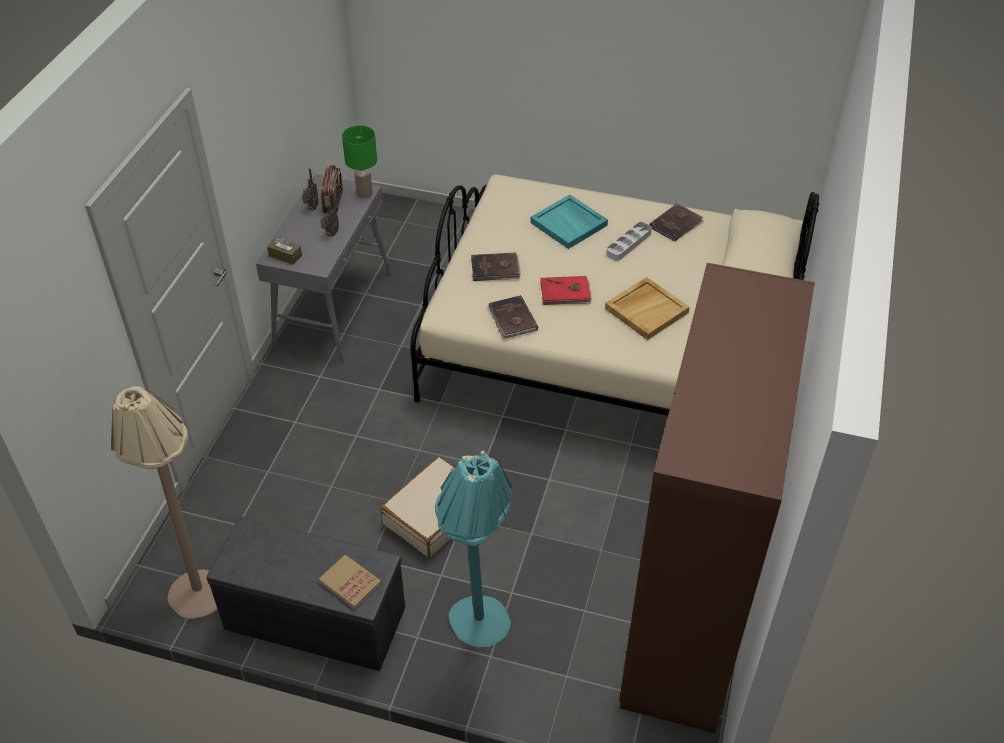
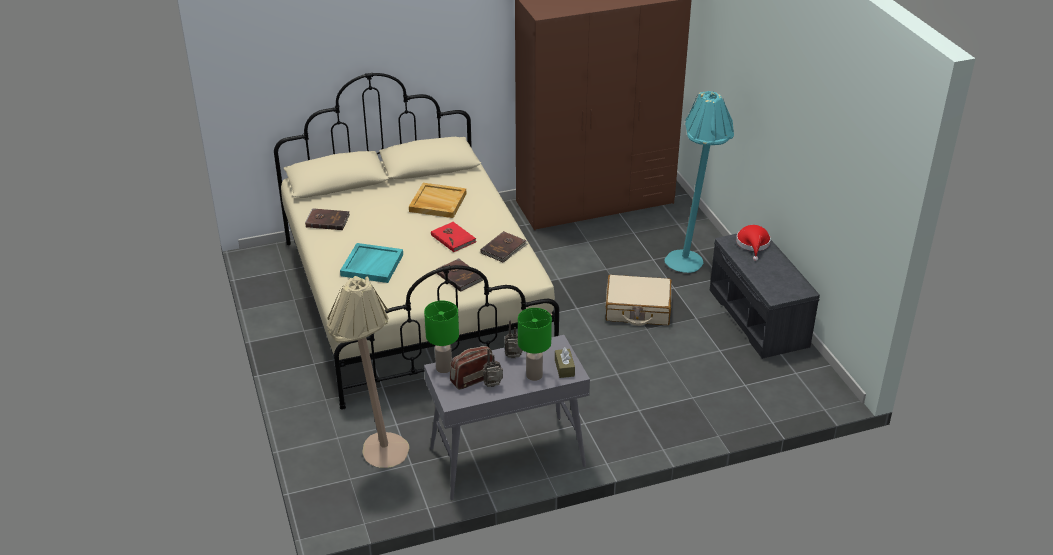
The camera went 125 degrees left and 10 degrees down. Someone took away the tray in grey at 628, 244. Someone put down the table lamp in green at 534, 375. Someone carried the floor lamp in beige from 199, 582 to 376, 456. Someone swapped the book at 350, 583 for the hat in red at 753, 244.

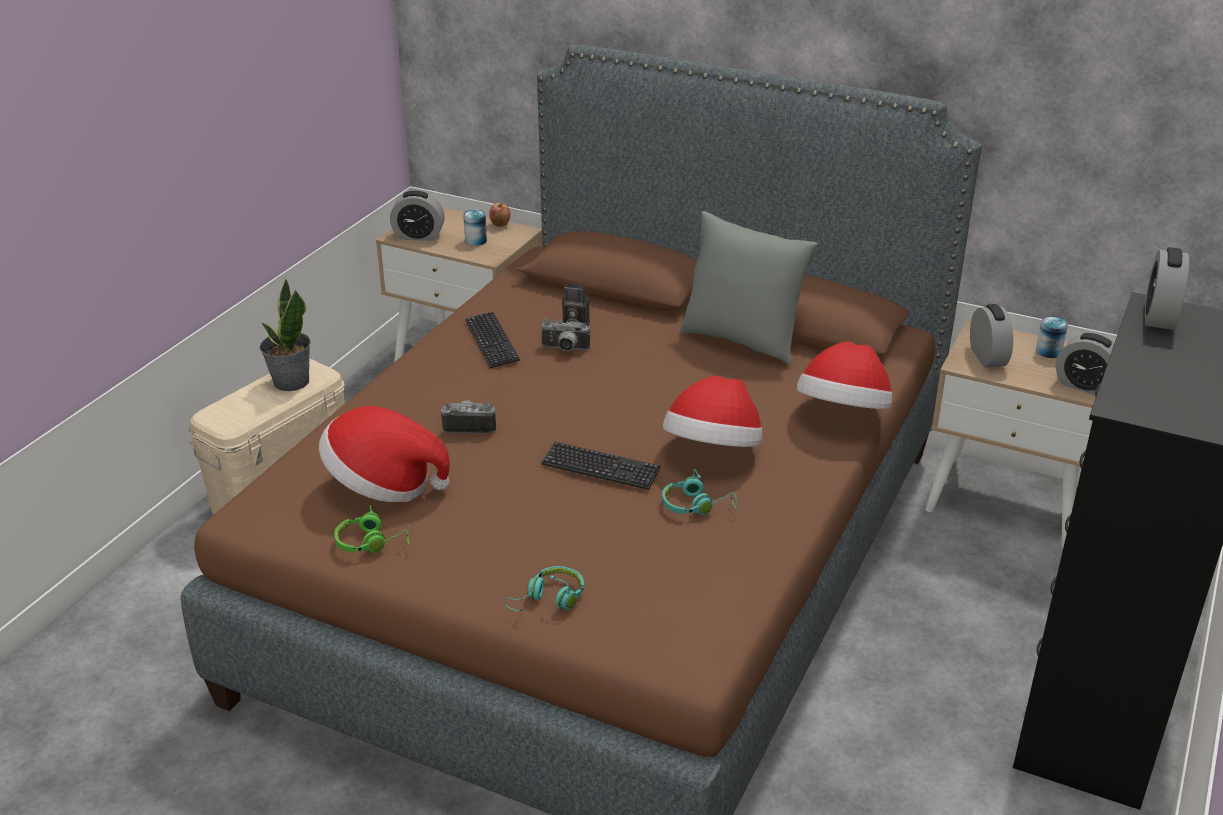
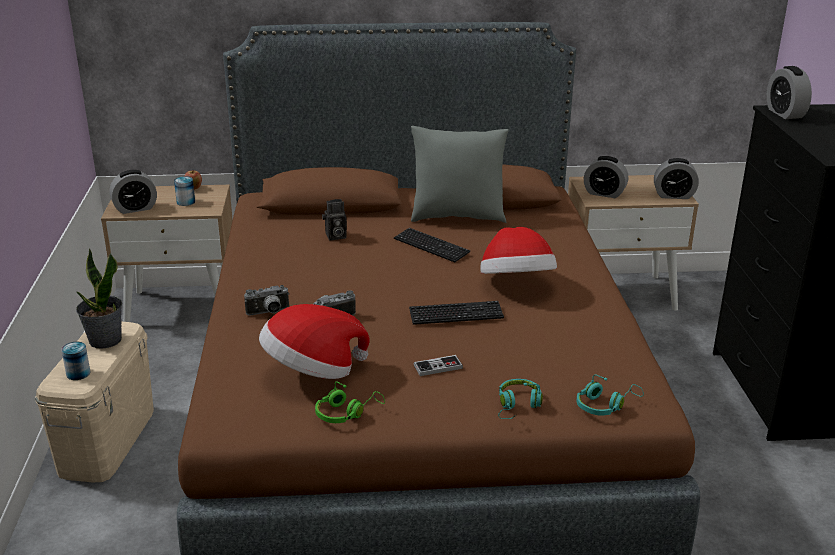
The camera went 30 degrees left and 5 degrees down. Someone took away the hat at 843, 414. Someone put down the game controller at 438, 367. Someone carried the keyboard from 491, 341 to 431, 246. Someone carried the photo camera from 564, 349 to 269, 313. Someone carried the headphones in turquoise from 696, 505 to 605, 405. Someone carried the can from 1048, 351 to 78, 373. Someone rotated the alarm clock at 987, 357 by 150 degrees clockwise.

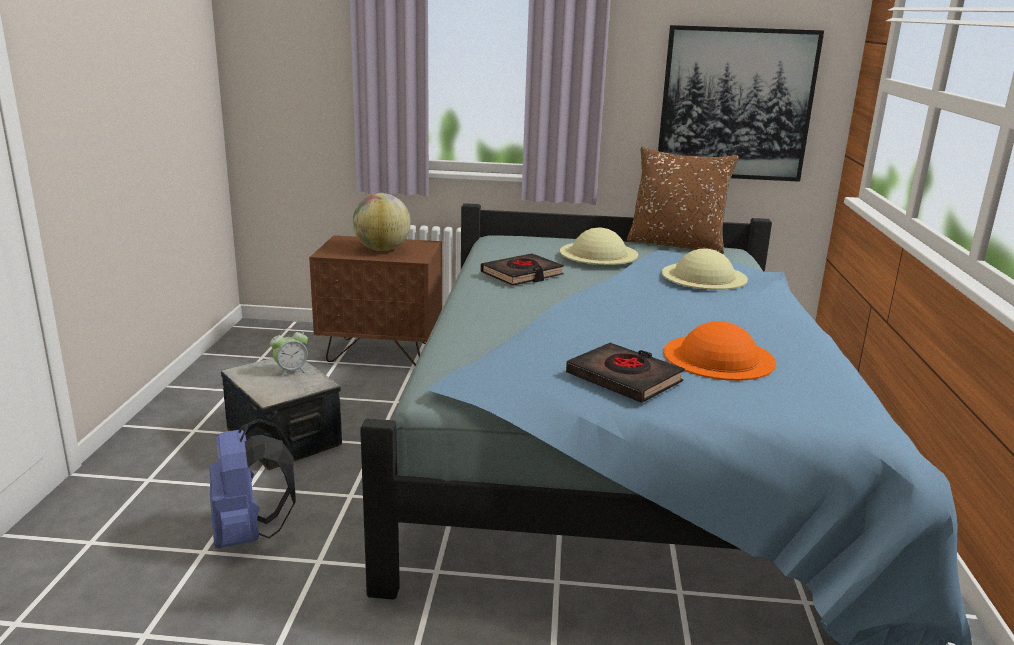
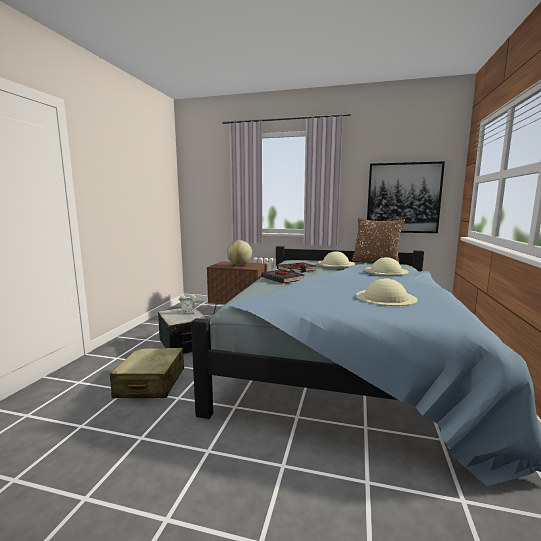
The camera went 10 degrees right and 10 degrees down. Someone carried the book in black from 624, 379 to 282, 279. Someone swapped the backpack in blue at 249, 534 for the suitcase in beige at 150, 383. Someone repainted the hat in orange at 719, 357, which became the hat in beige at 386, 297.

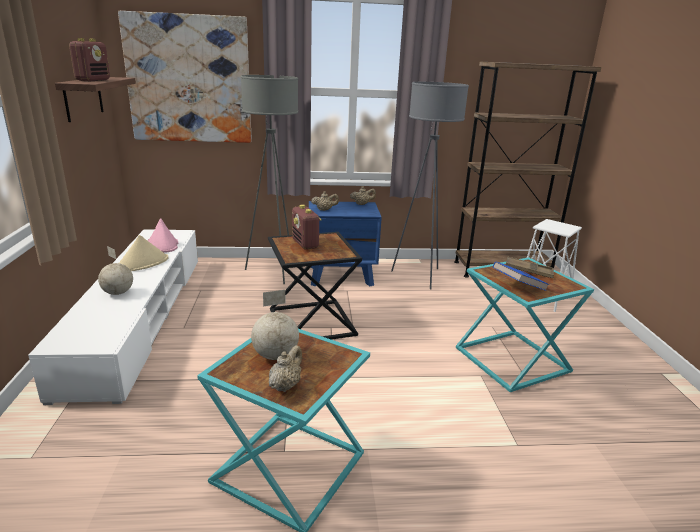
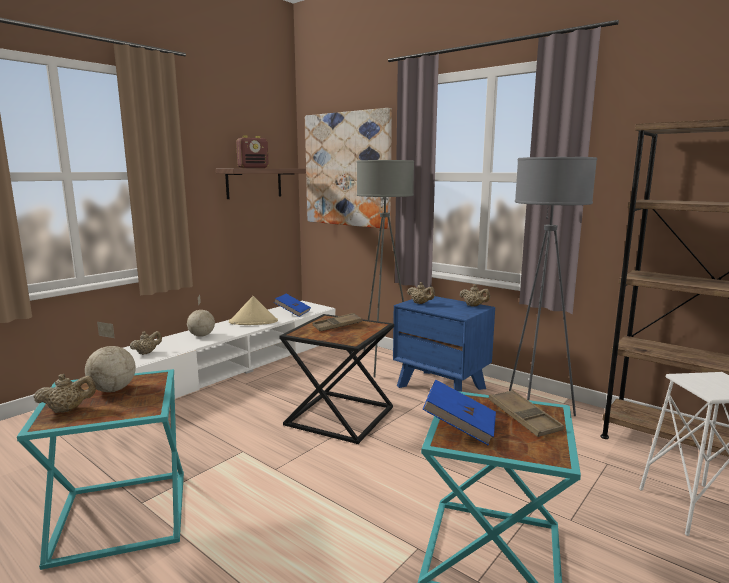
The camera went 45 degrees right and 10 degrees down. Someone put down the teapot in beige at 147, 353. Someone swapped the hat in pink at 163, 244 for the book in blue at 292, 312. Someone swapped the radio at 305, 244 for the tray in brown at 337, 326.

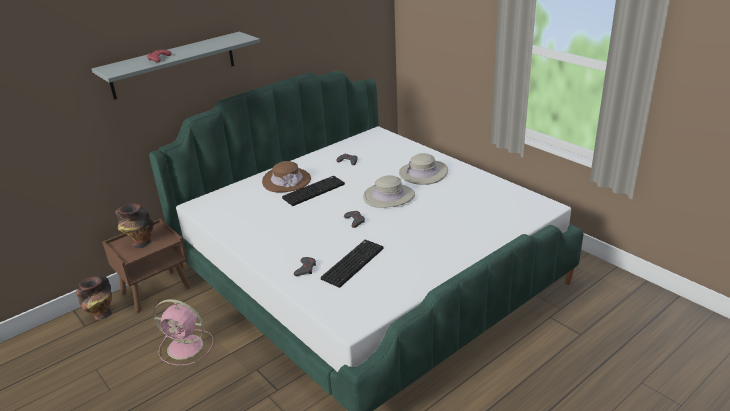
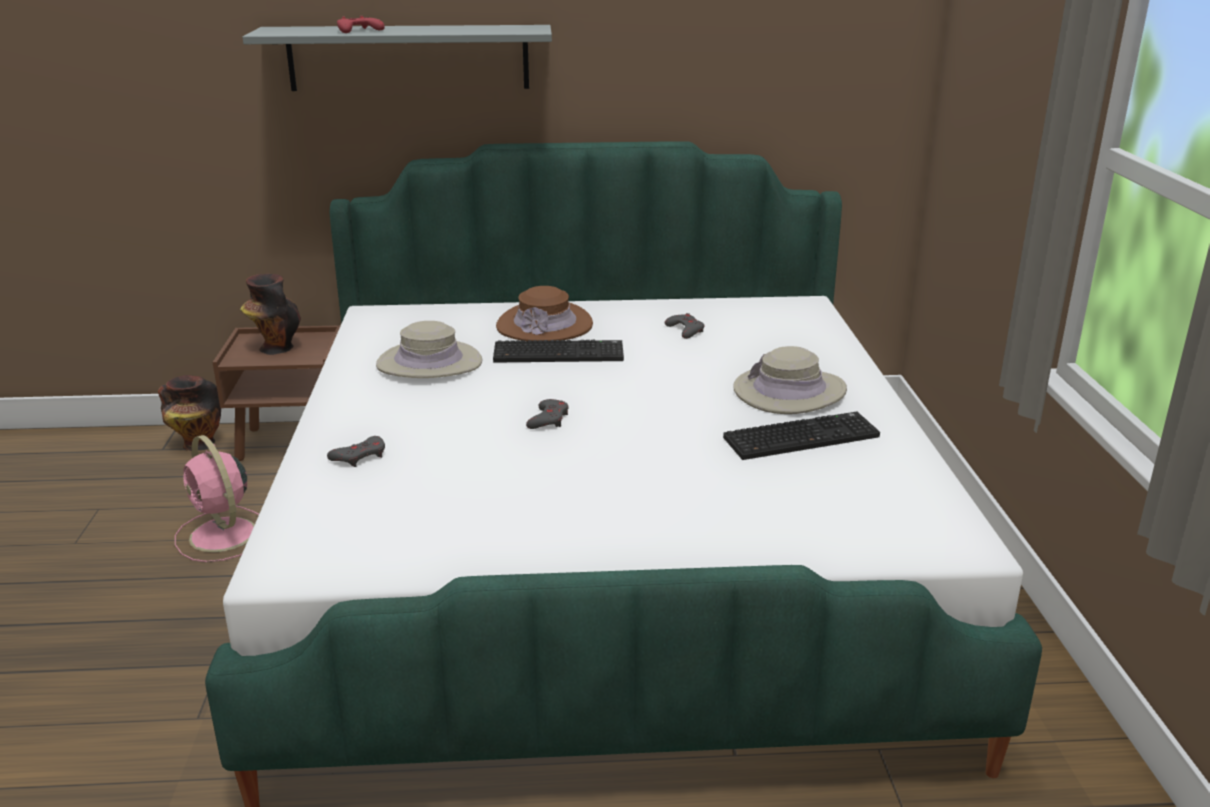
The camera went 35 degrees right and 5 degrees down. Someone carried the keyboard from 352, 263 to 801, 436. Someone carried the hat in beige from 389, 196 to 429, 363.

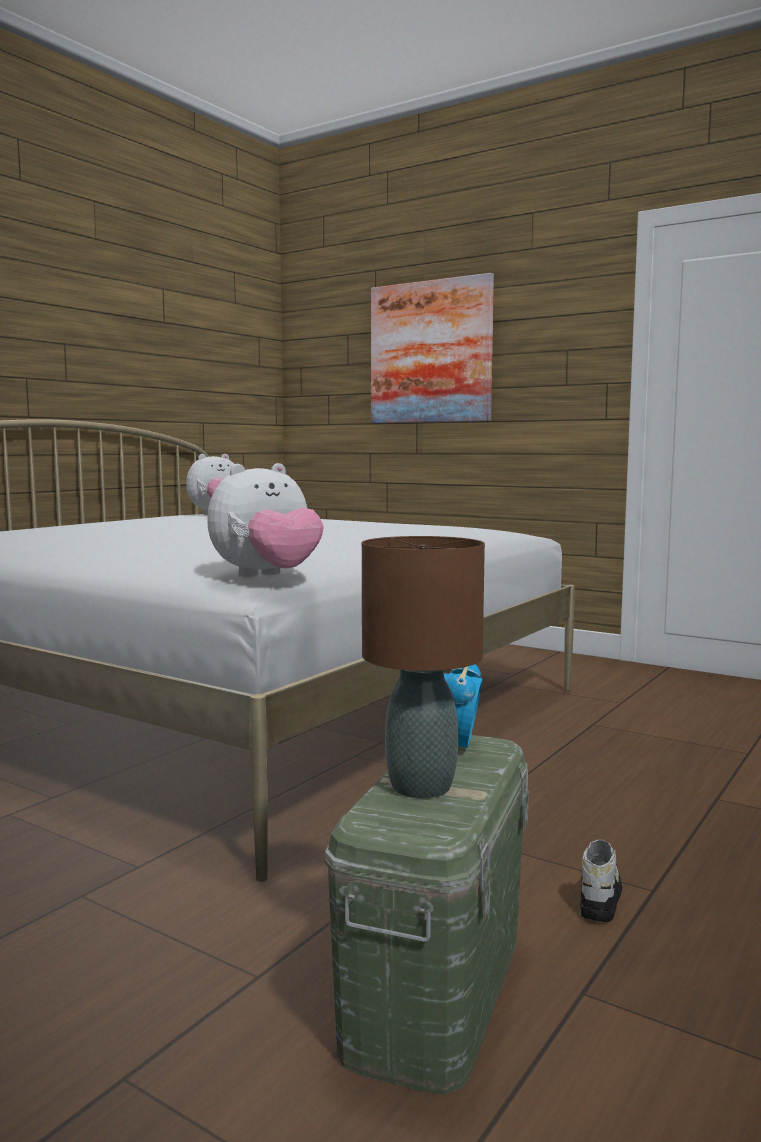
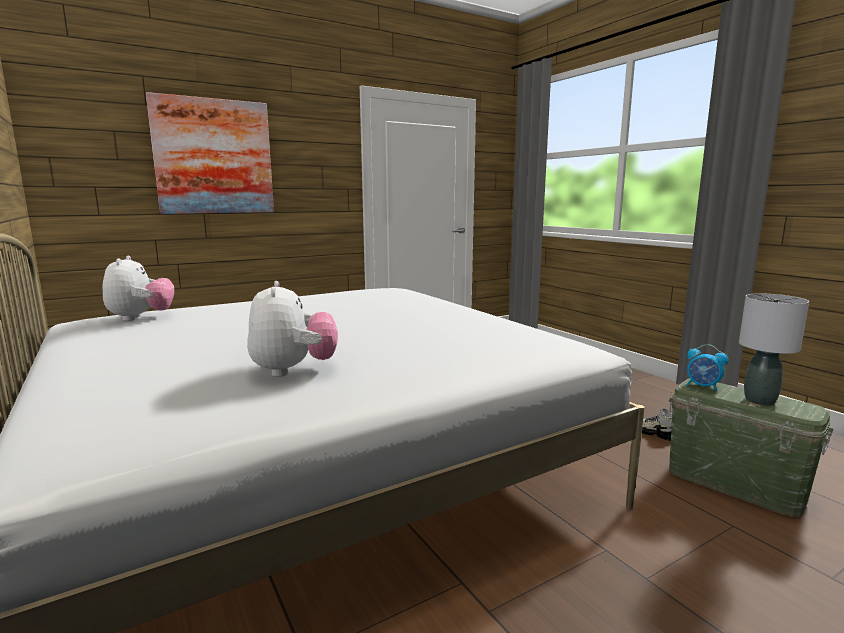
The camera went 65 degrees left and 5 degrees up. Someone carried the plush toy from 267, 577 to 293, 370. Someone repainted the table lamp in brown at 421, 786, which became the table lamp in grey at 759, 400.

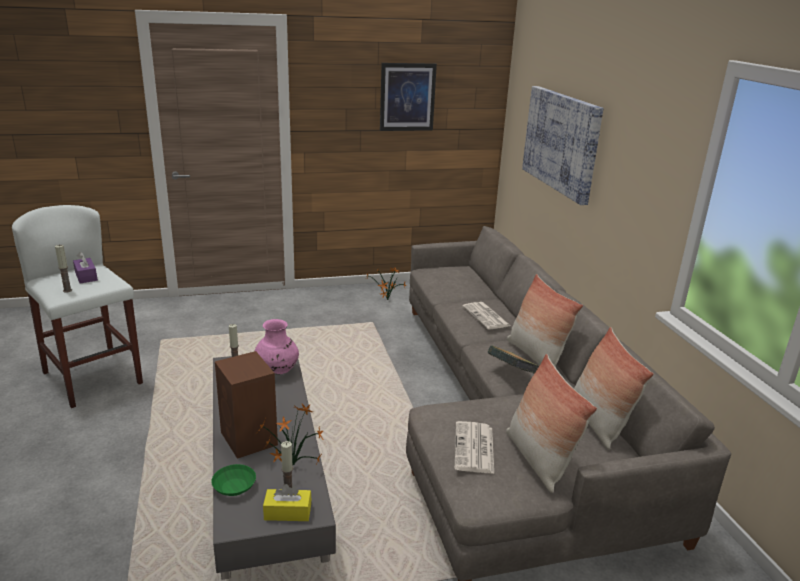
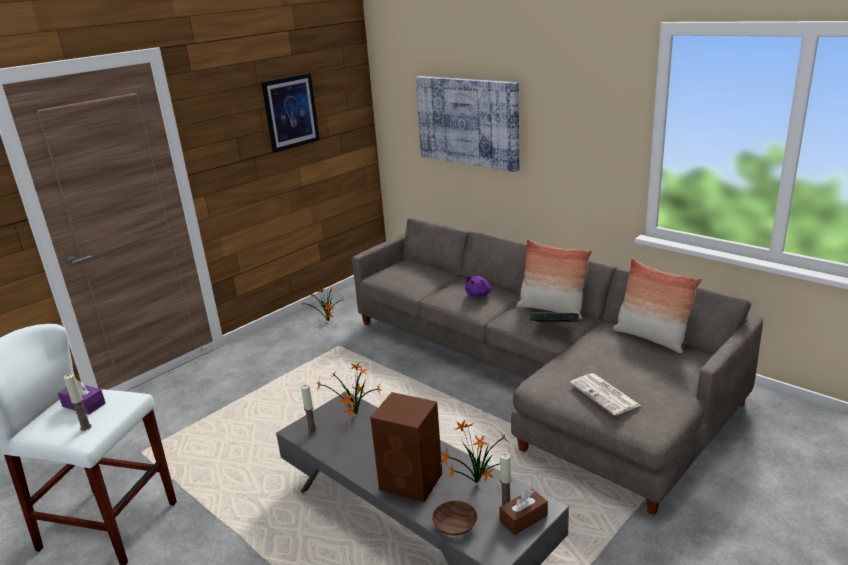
The camera went 30 degrees left and 0 degrees up. Someone took away the pillow at 538, 459. Someone swapped the vase in pink at 277, 371 for the potted plant at 355, 416. Someone swapped the newspaper at 486, 316 for the plush toy in purple at 479, 294. Someone repainted the bowl in green at 234, 486, which became the bowl in brown at 454, 525. Someone repainted the tissue box in yellow at 287, 512, which became the tissue box in brown at 523, 518.

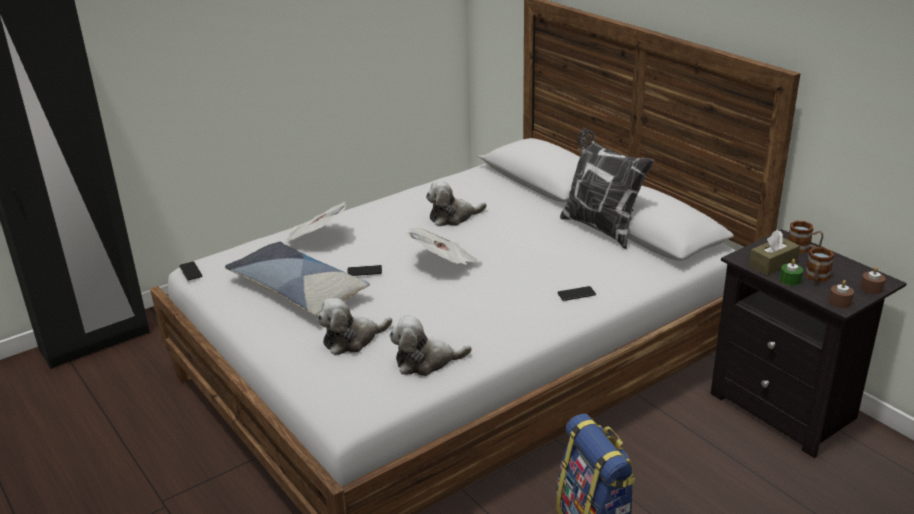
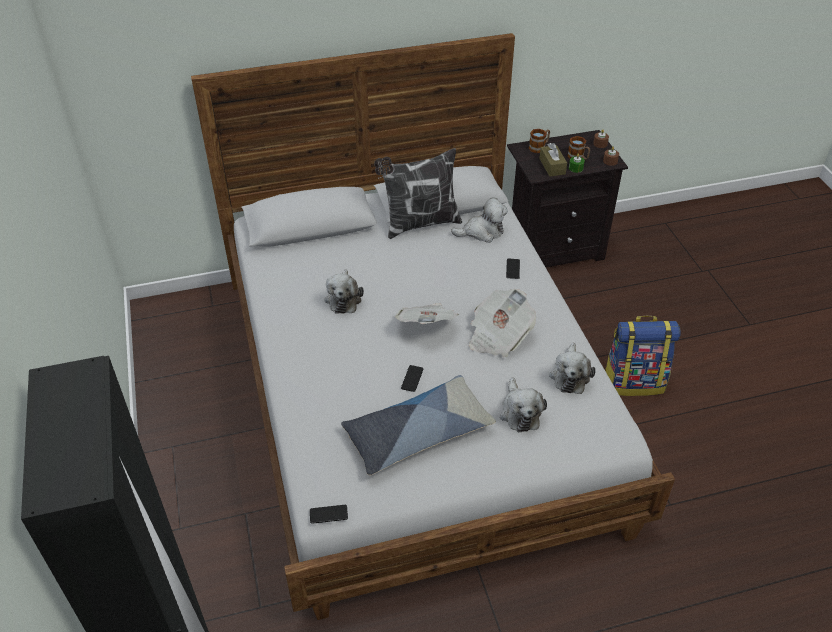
The camera went 70 degrees left and 15 degrees up. Someone put down the plush toy at 482, 232. Someone carried the newspaper from 316, 238 to 498, 336.

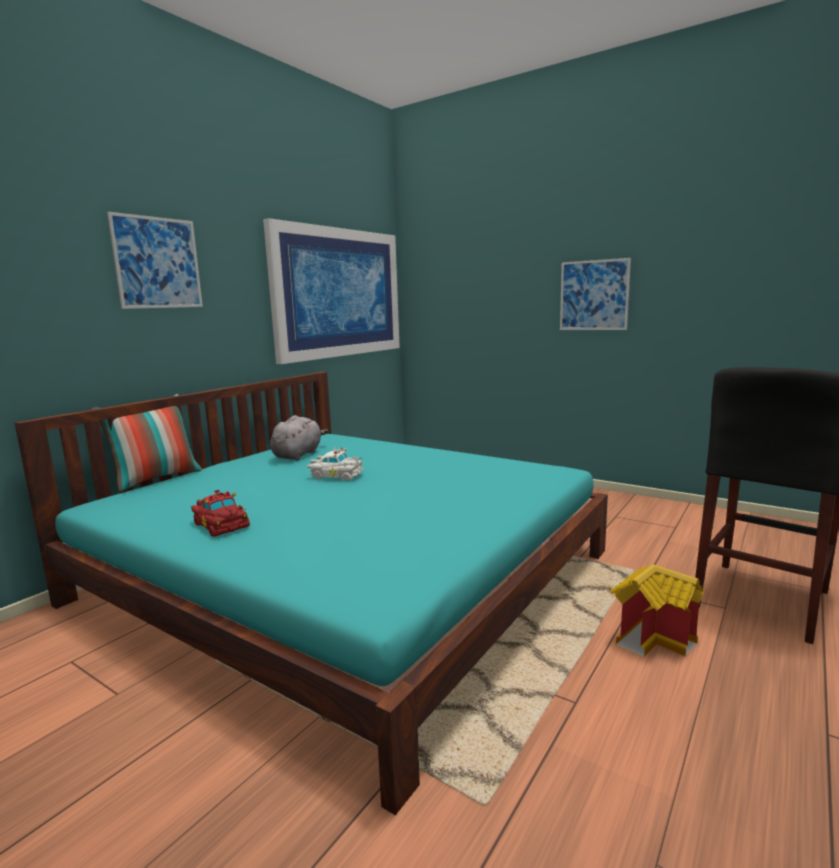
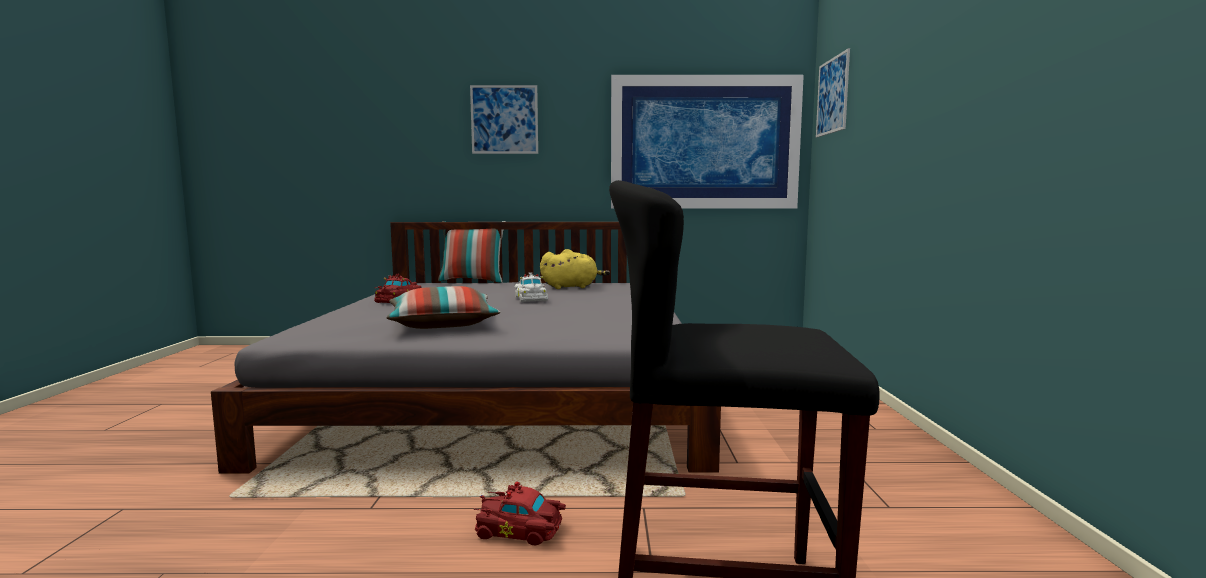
The camera went 55 degrees right and 5 degrees down. Someone put down the pillow at 443, 325. Someone carried the picture from 594, 295 to 832, 96. Someone swapped the toy house at 654, 638 for the toy car in red at 521, 531. Someone repainted the bed in turquoise at 346, 576, which became the bed in grey at 509, 389. Someone repainted the plush toy in grey at 298, 455, which became the plush toy in yellow at 572, 287.

